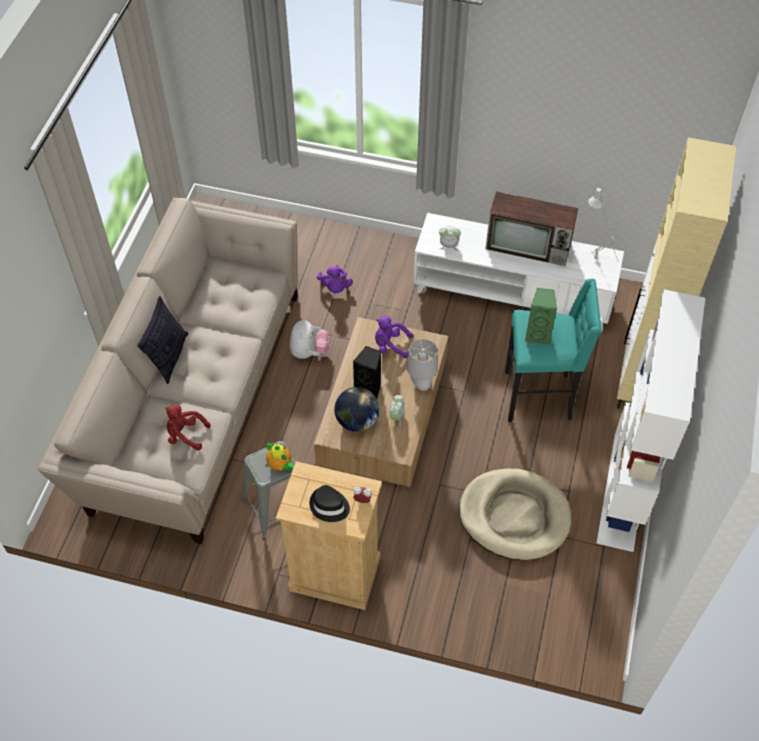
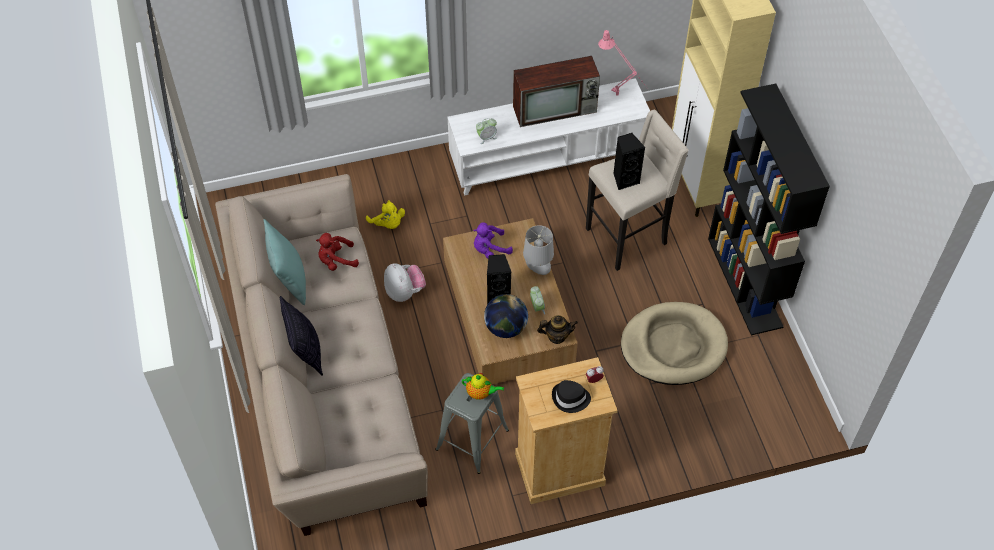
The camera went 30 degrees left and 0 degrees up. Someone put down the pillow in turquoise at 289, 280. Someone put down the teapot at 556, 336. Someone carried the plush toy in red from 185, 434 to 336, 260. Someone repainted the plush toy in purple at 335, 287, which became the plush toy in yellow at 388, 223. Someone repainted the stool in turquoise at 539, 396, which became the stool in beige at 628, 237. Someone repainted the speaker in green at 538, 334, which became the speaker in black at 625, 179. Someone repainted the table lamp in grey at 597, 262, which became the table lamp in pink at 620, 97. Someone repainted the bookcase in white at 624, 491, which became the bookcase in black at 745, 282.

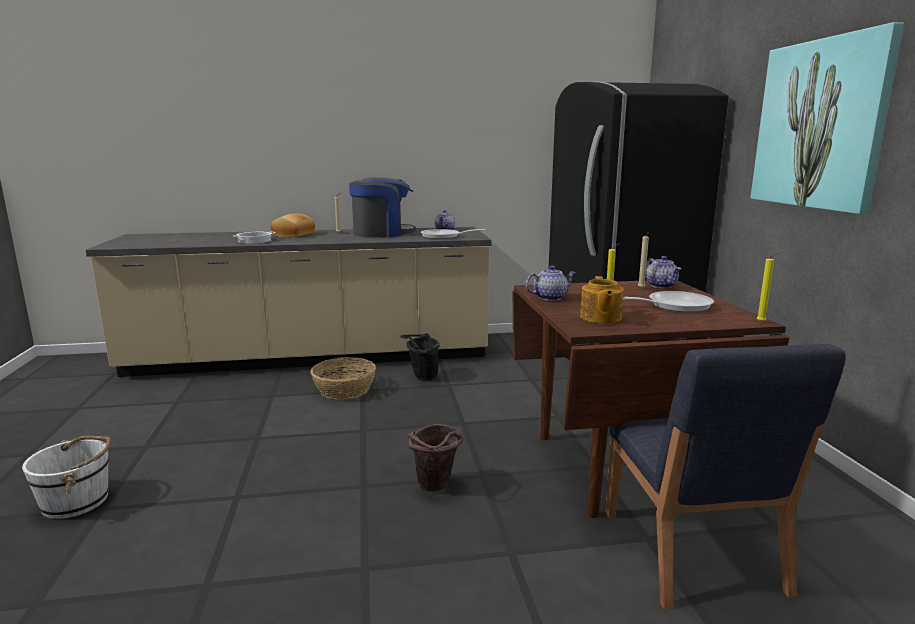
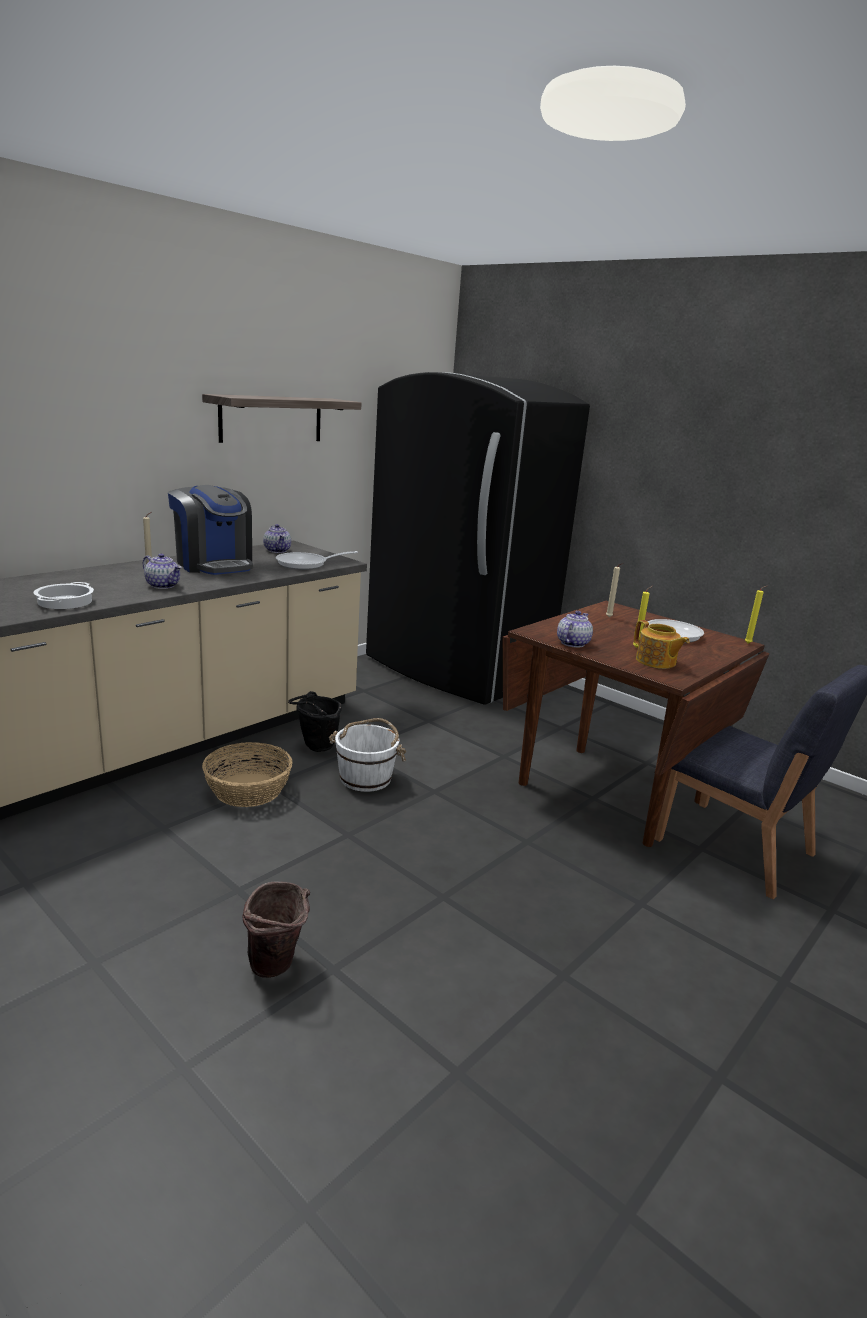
The camera went 40 degrees left and 5 degrees up. Someone took away the bread at 294, 235. Someone took away the picture at 820, 124. Someone put up the shelf at 271, 419. Someone carried the bucket in white from 77, 501 to 366, 778. Someone carried the bucket in brown from 436, 487 to 277, 967. Someone carried the teapot from 661, 286 to 163, 585. Someone rotated the coffee machine at 382, 233 by 105 degrees clockwise.

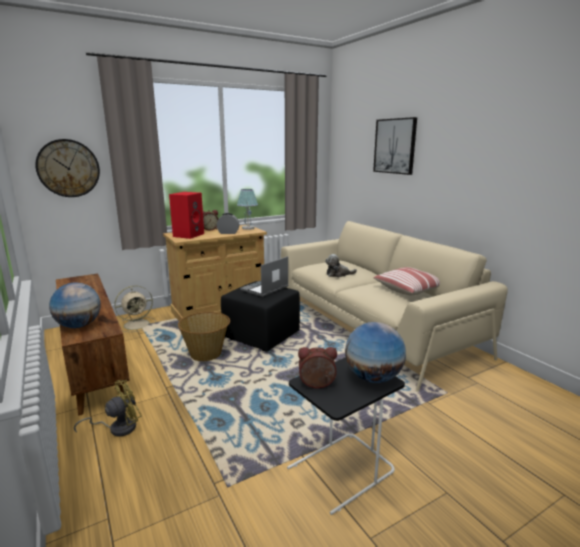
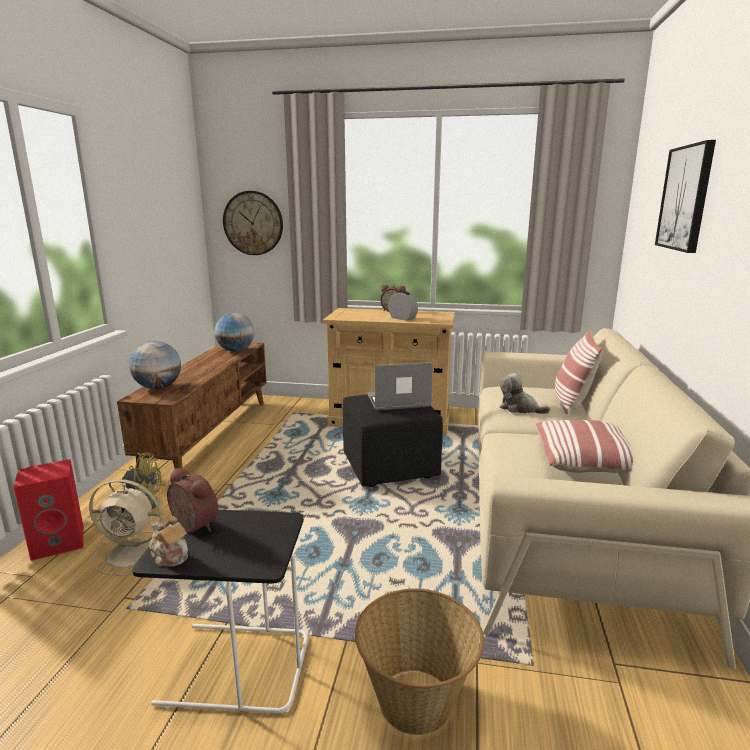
The camera went 40 degrees right and 0 degrees up. Someone took away the table lamp at 247, 228. Someone put down the teapot at 169, 556. Someone put down the pillow at 571, 402. Someone carried the fan in beige from 138, 324 to 134, 553. Someone carried the speaker in red from 188, 235 to 60, 542. Someone carried the basket from 206, 354 to 416, 701. Someone carried the globe from 372, 378 to 236, 351.

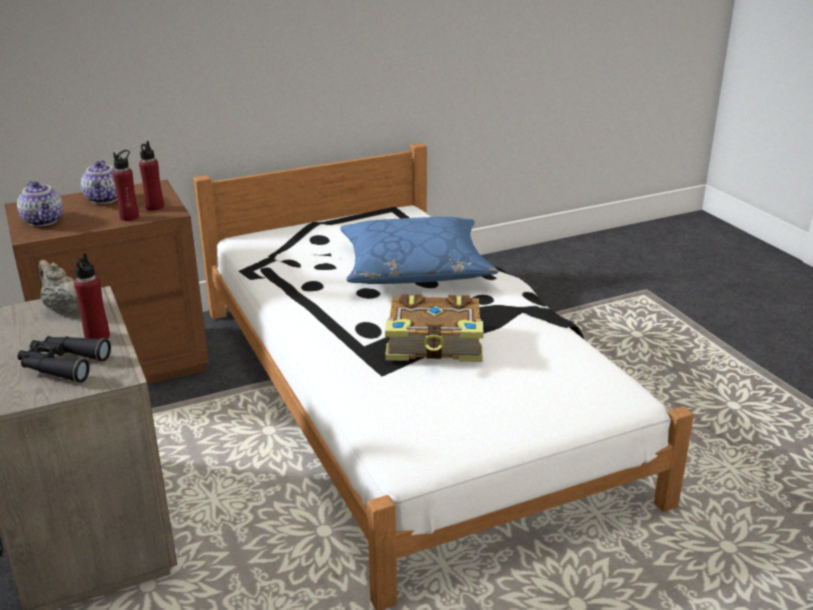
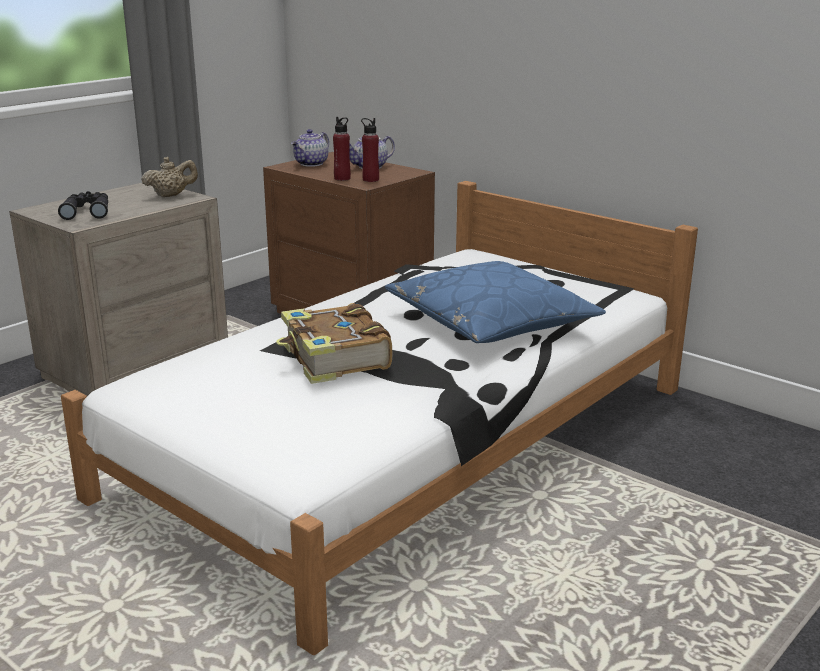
The camera went 65 degrees right and 5 degrees down. Someone took away the bottle in red at 97, 337. Someone rotated the teapot in beige at 63, 308 by 45 degrees clockwise.

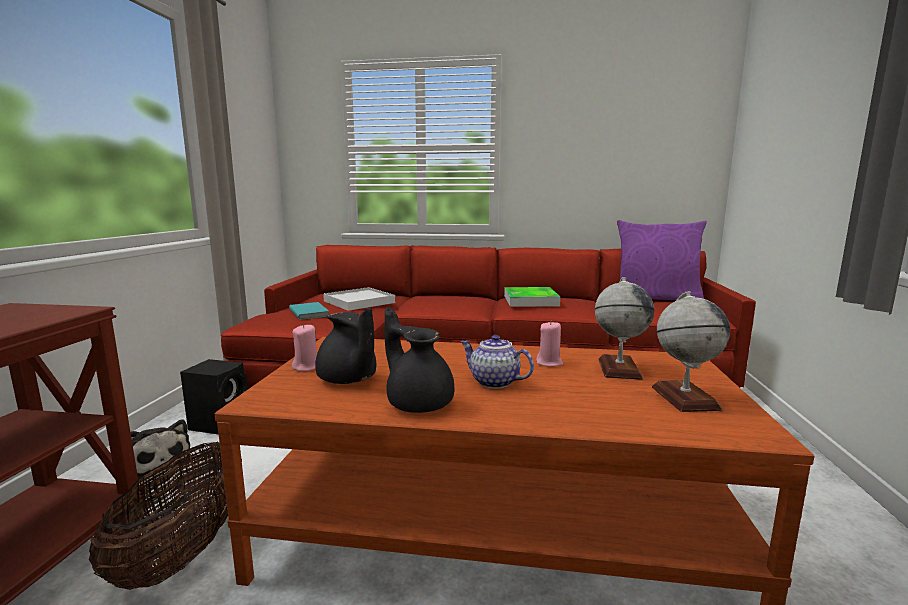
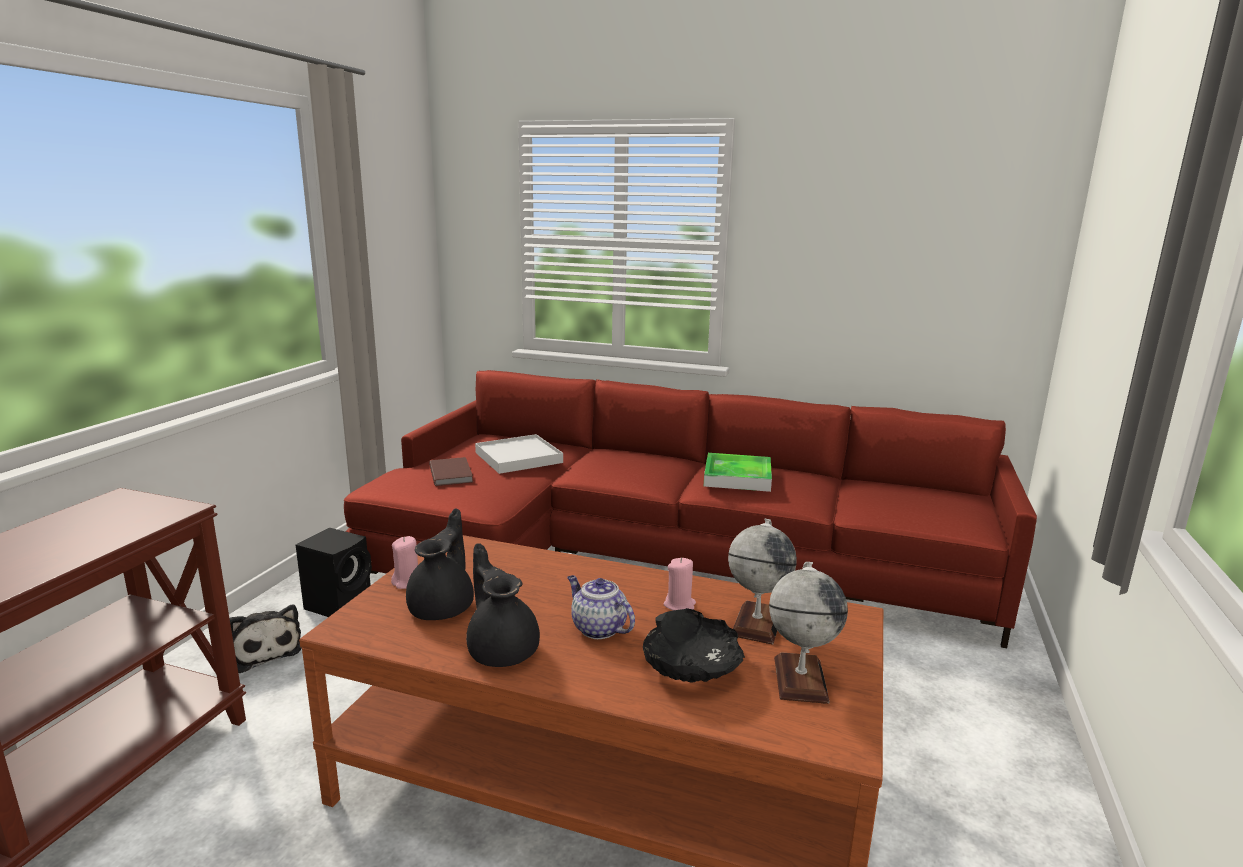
The camera went 10 degrees right and 5 degrees up. Someone took away the basket at 185, 552. Someone took away the pillow in purple at 655, 299. Someone put down the bowl in black at 690, 663. Someone repainted the book in turquoise at 310, 312, which became the book in brown at 452, 473. Someone rotated the teapot in black at 348, 380 by 135 degrees counterclockwise.

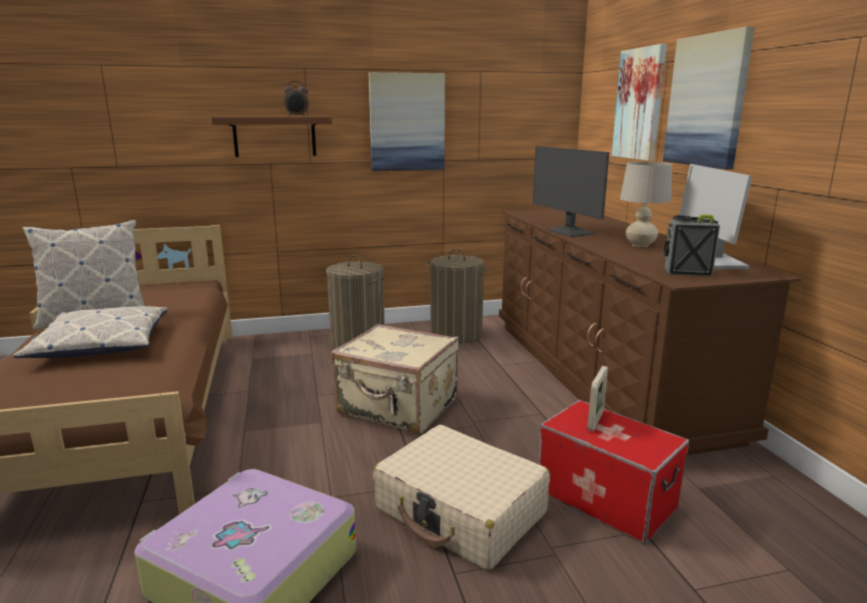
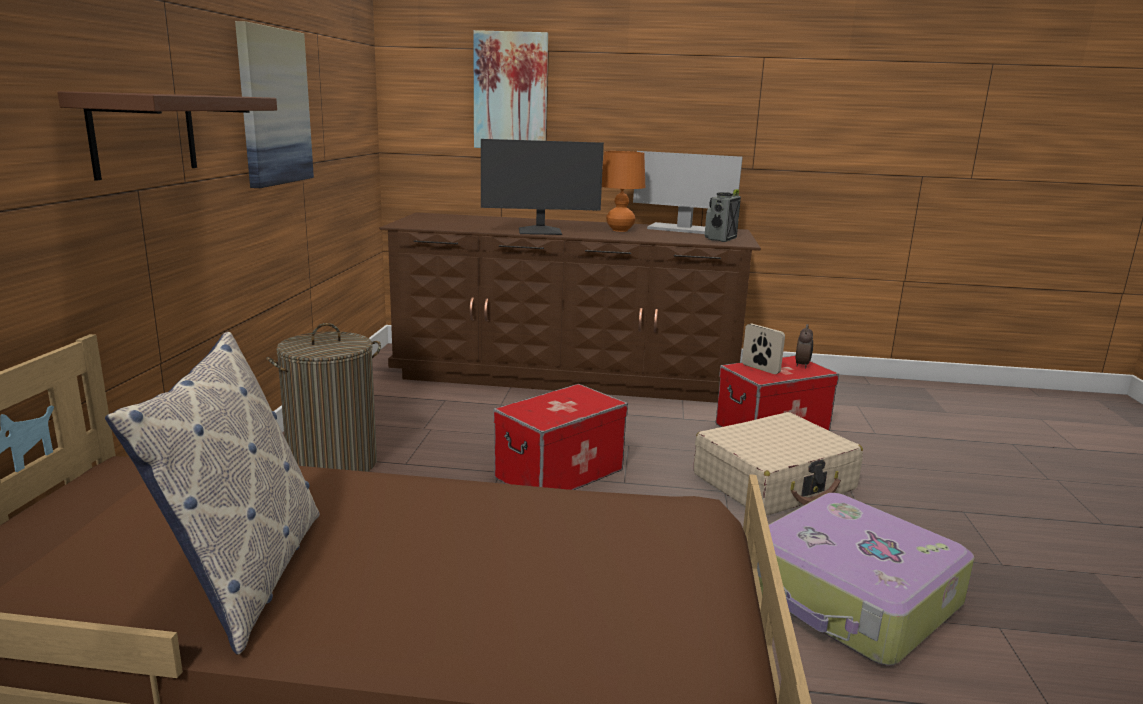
The camera went 70 degrees left and 0 degrees up. Someone took away the pillow at 101, 344. Someone took away the laundry basket at 456, 334. Someone took away the picture at 707, 101. Someone carried the alarm clock from 297, 116 to 802, 365. Someone swapped the suitcase in beige at 398, 408 for the storage box at 559, 473. Someone repainted the table lamp in beige at 640, 245, which became the table lamp in orange at 620, 230.

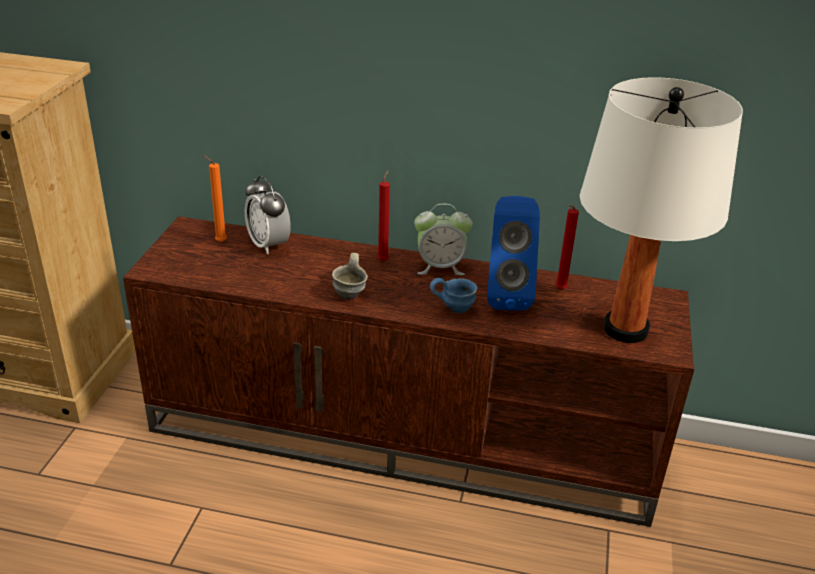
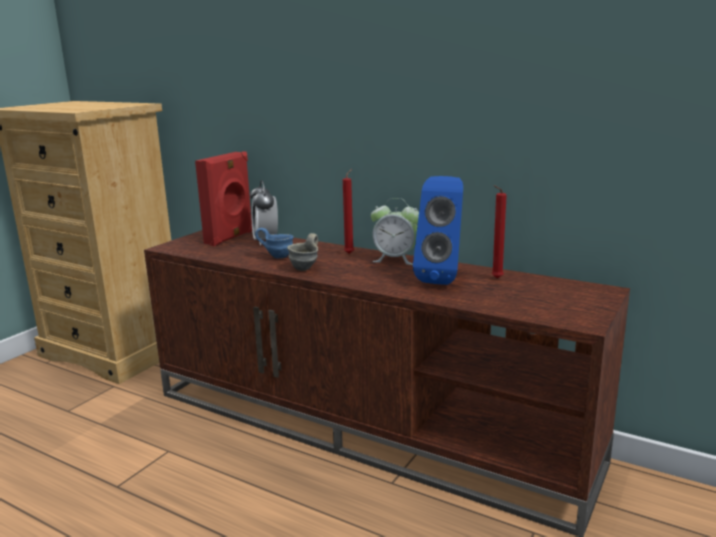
The camera went 20 degrees right and 15 degrees down. Someone took away the table lamp in white at 625, 329. Someone carried the mug in blue from 454, 308 to 277, 256. Someone swapped the candle in orange at 219, 241 for the speaker in red at 230, 237.

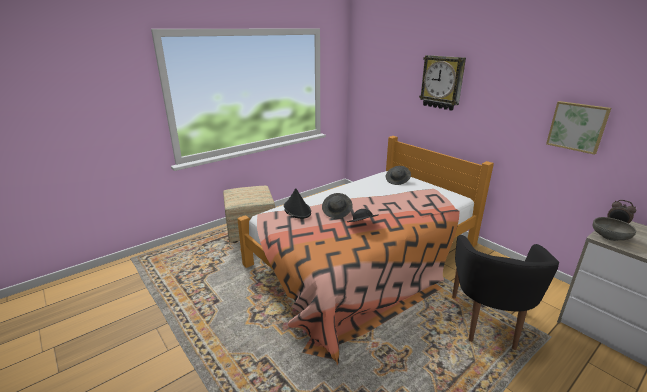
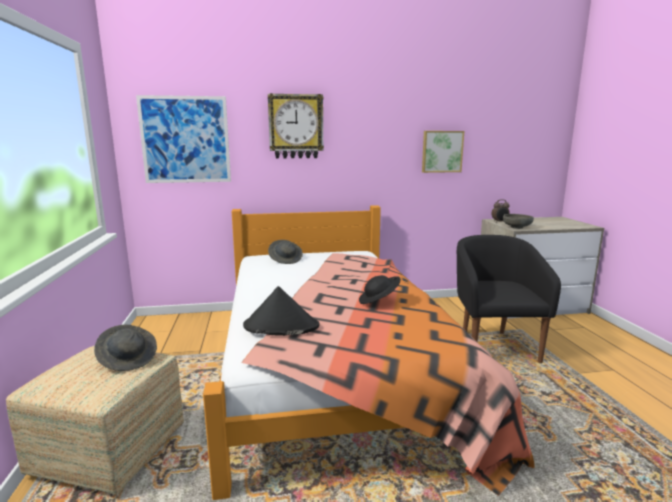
The camera went 60 degrees left and 10 degrees down. Someone put up the picture at 185, 140. Someone carried the hat in grey from 337, 212 to 128, 359. Someone rotated the armchair in black at 487, 323 by 135 degrees counterclockwise.

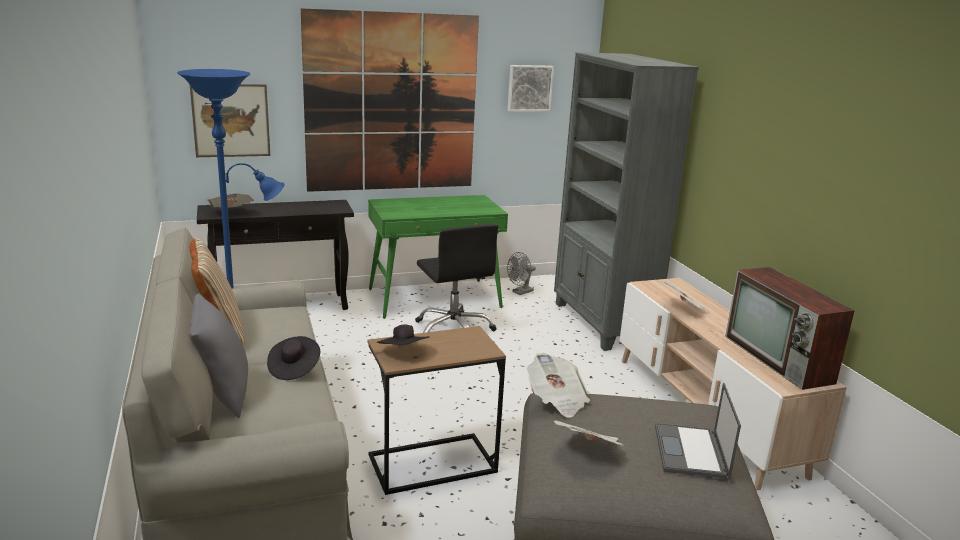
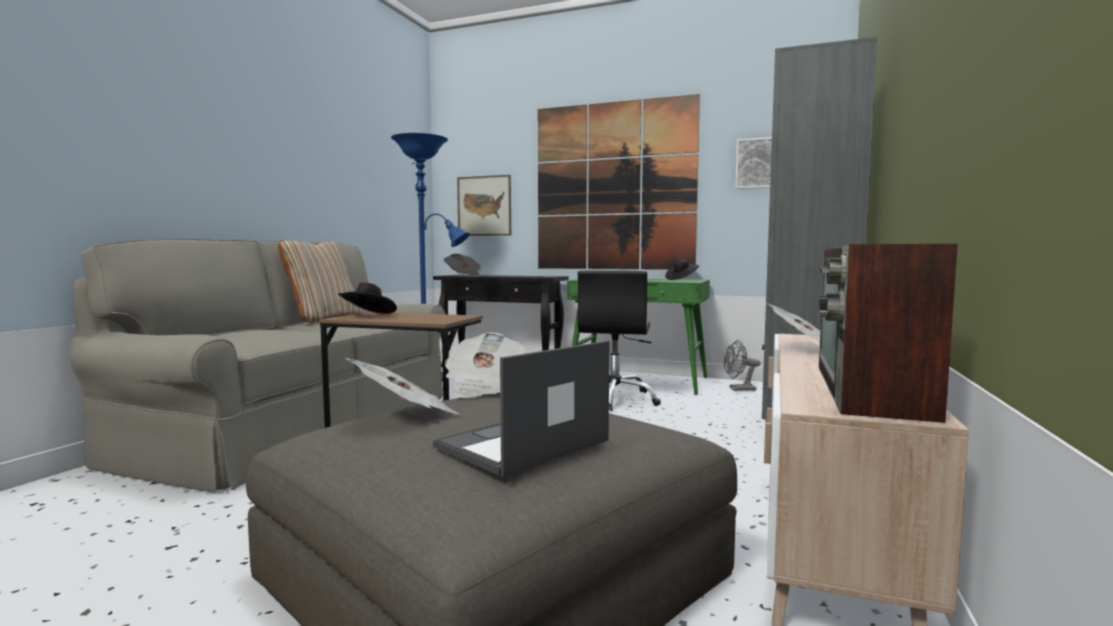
The camera went 40 degrees right and 15 degrees down. Someone took away the pillow in grey at 221, 395. Someone carried the hat in black from 294, 368 to 681, 279.

